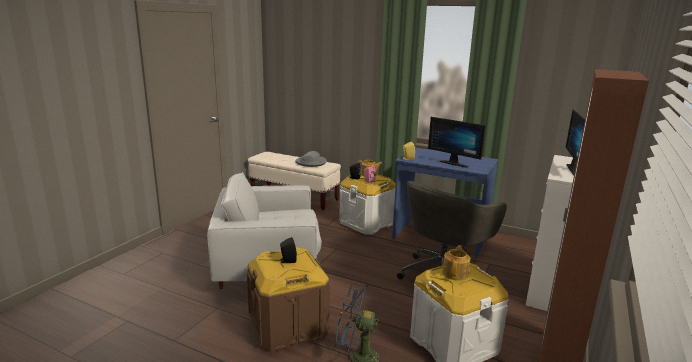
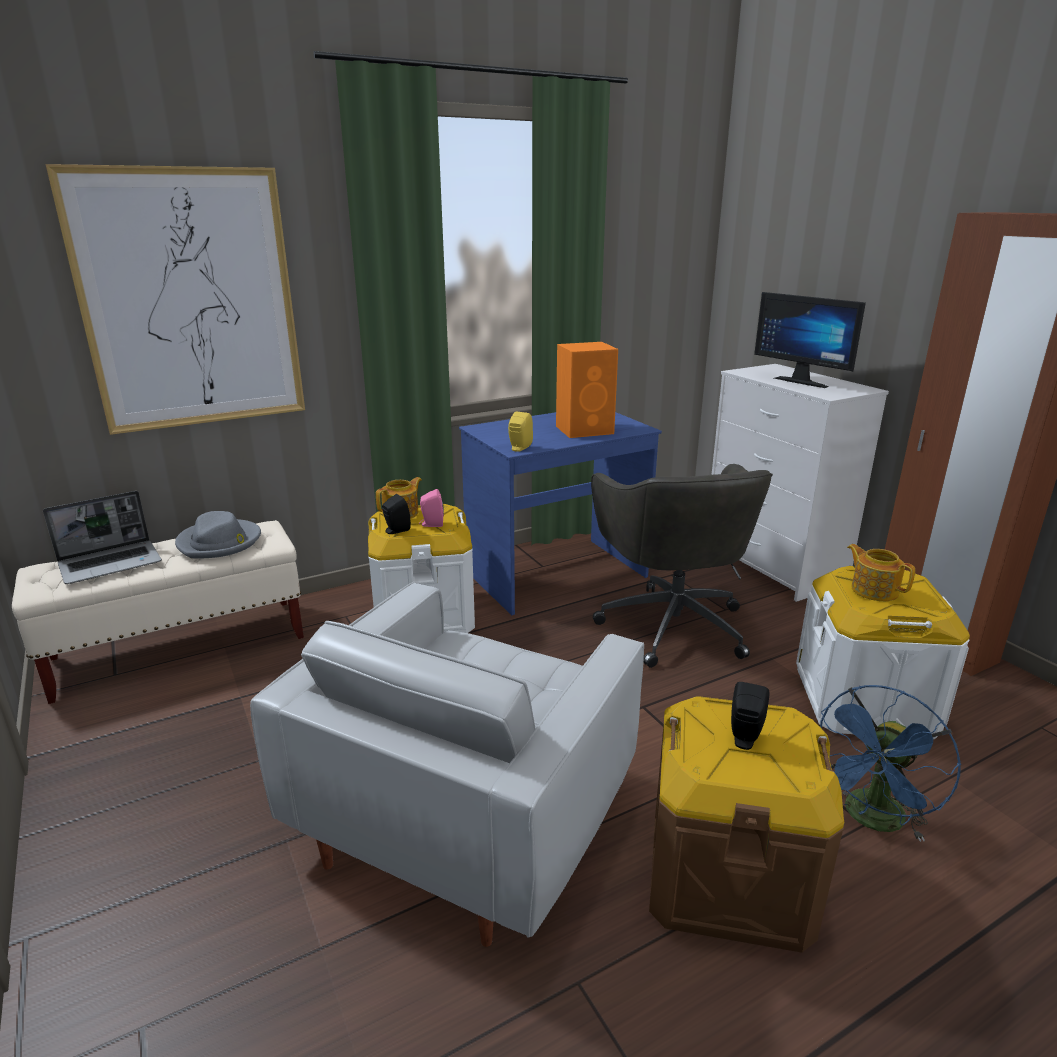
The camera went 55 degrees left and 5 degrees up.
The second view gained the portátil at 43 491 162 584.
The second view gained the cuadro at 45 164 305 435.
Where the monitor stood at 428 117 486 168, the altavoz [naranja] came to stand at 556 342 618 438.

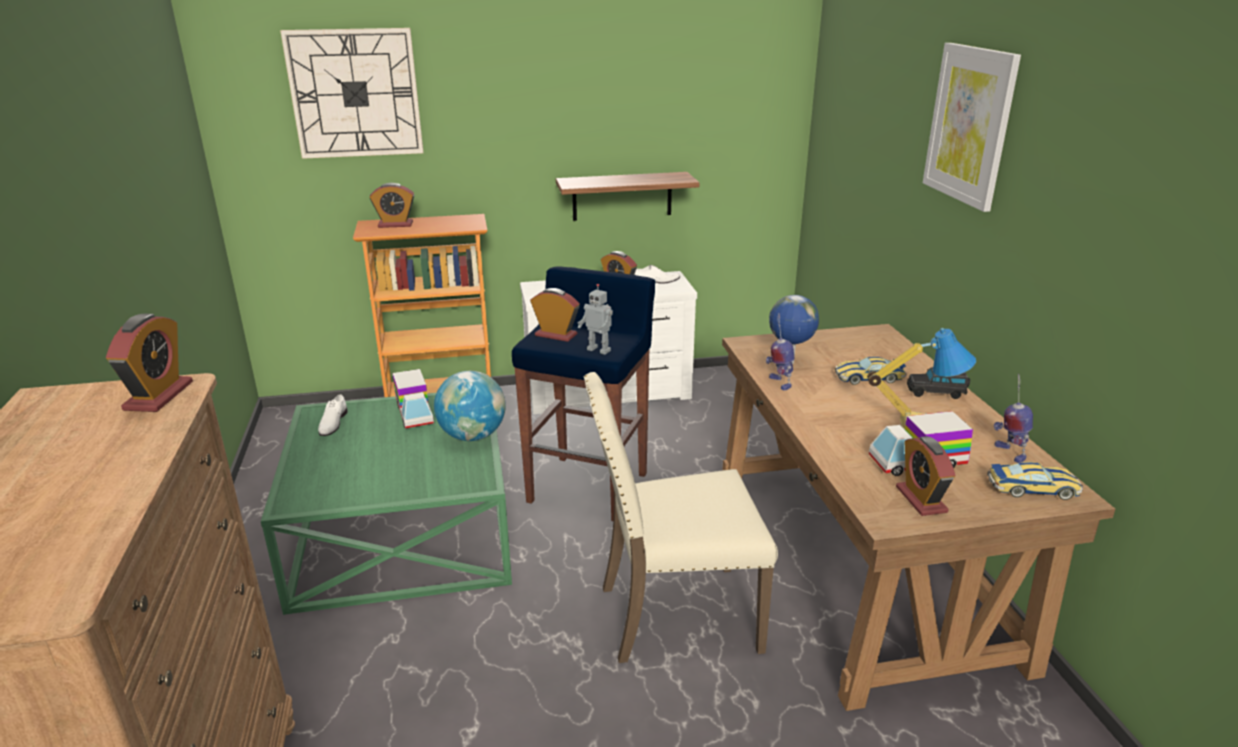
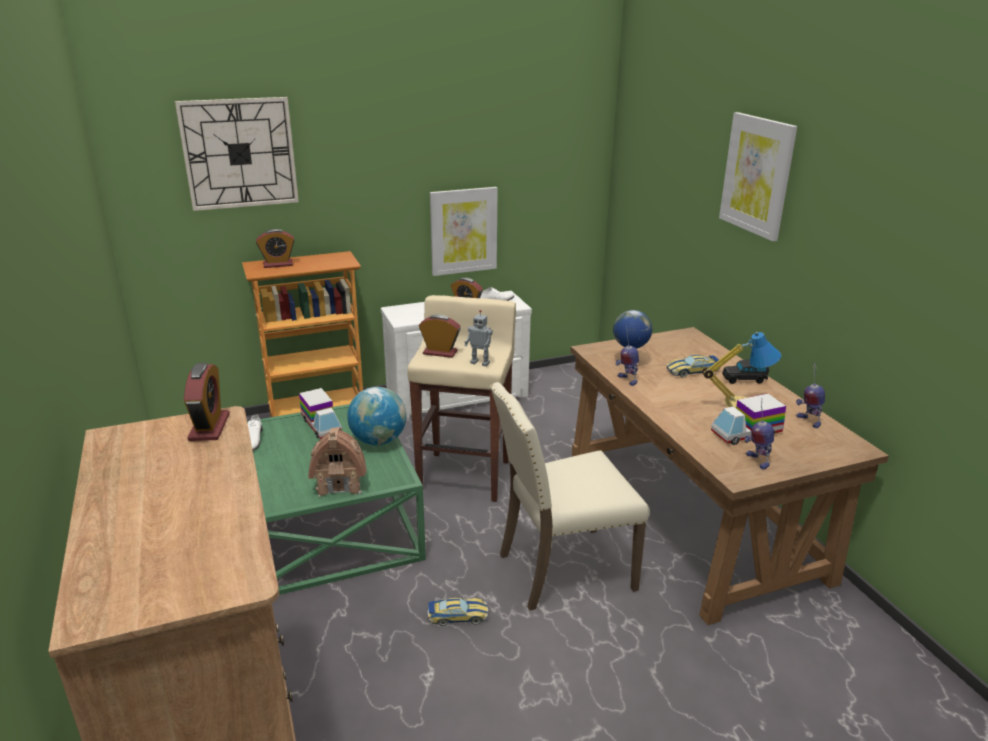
The camera went 10 degrees left and 0 degrees up.
The second view gained the casita at 308 427 367 497.
What was the taburete [azul] at 512 266 655 521 turned into the taburete [beis] at 407 295 516 502.
The coche de juguete ended up elsewhere, having gone from 987 462 1083 500 to 427 596 489 626.
Where the estante hung at 556 172 700 221, the cuadro came to hang at 430 187 498 276.
Where the despertador stood at 896 436 955 516, the robot de juguete came to stand at 745 398 774 470.

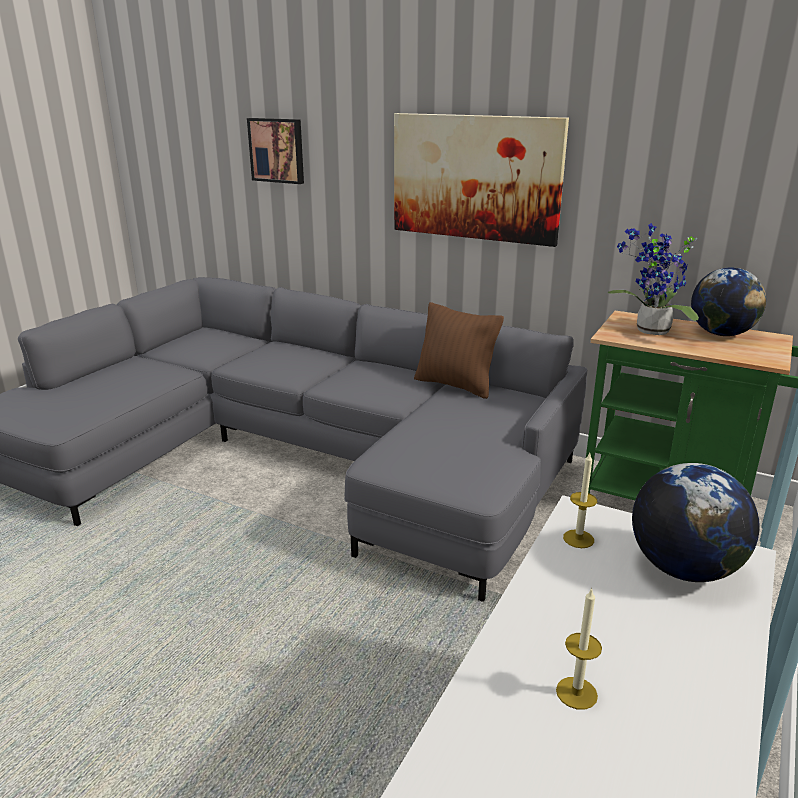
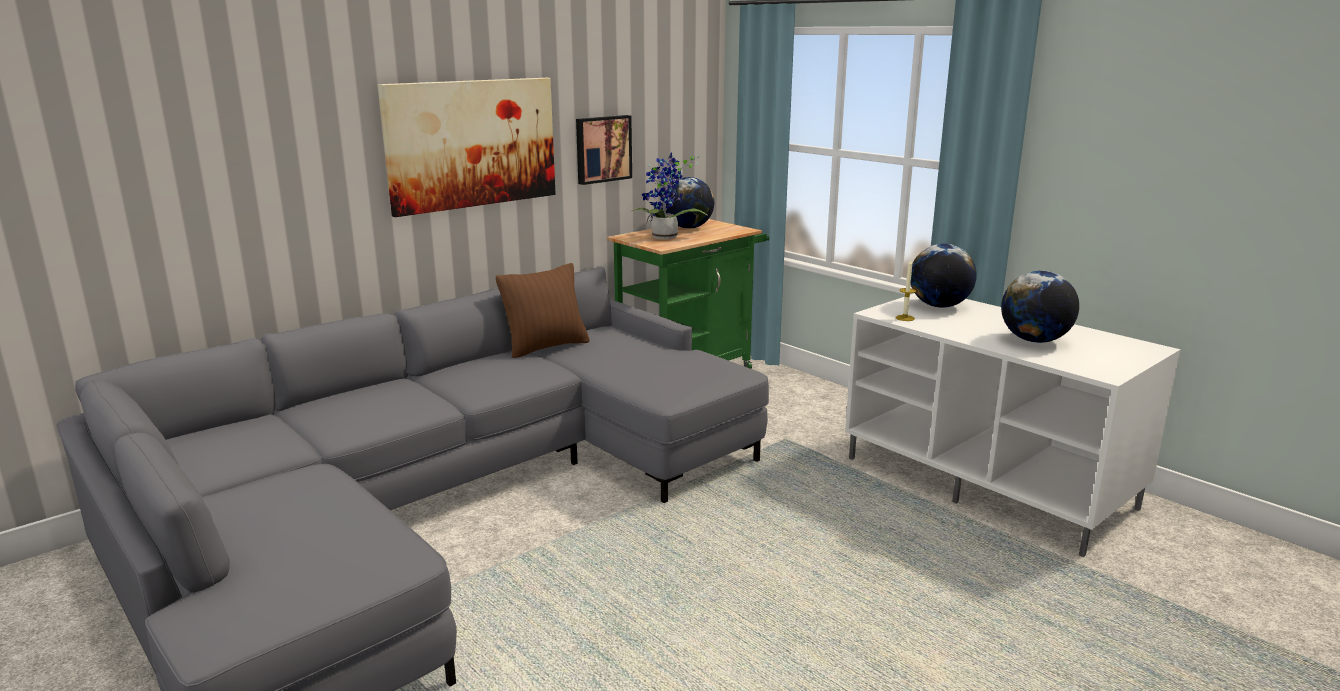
The camera went 70 degrees left and 5 degrees down.
The cuadro ended up elsewhere, having gone from 247 118 304 184 to 576 115 632 185.
Where the vela stood at 556 588 602 710, the globo terráqueo came to stand at 1001 271 1079 343.

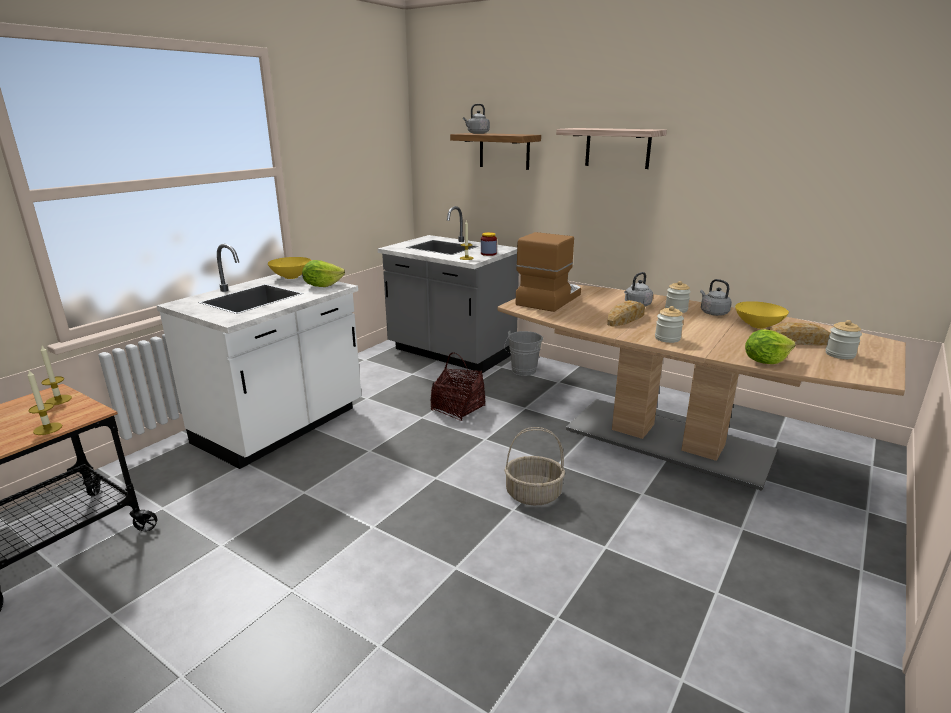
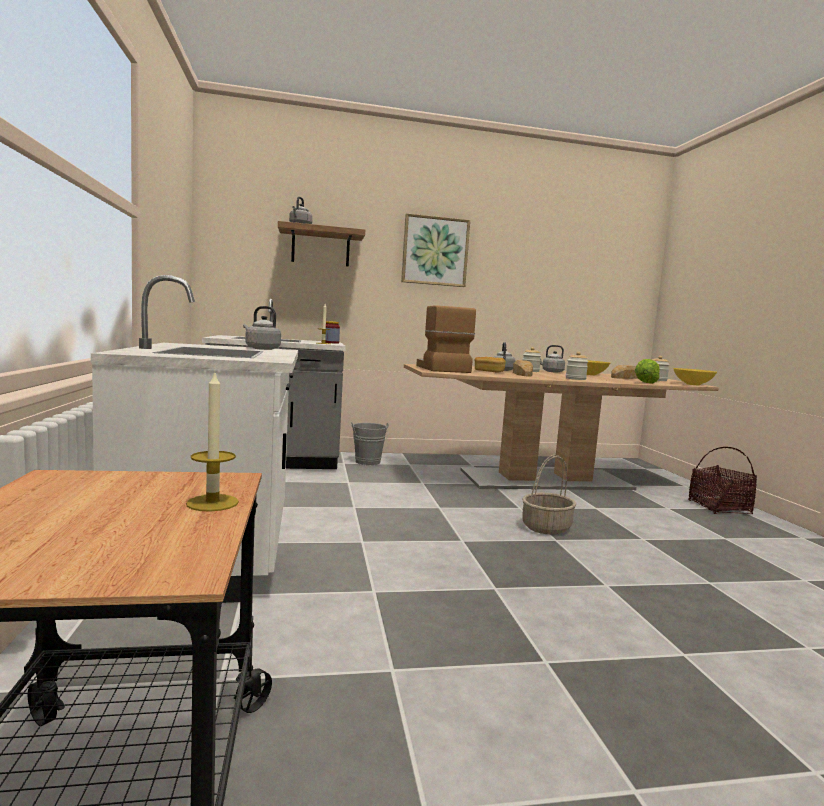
The camera went 45 degrees left and 15 degrees down.
Where the lechuga stood at 302 260 345 287, the hervidor [gris] came to stand at 243 306 281 350.
Where the estante hung at 556 128 667 169, the cuadro came to hang at 401 213 470 287.
The second view gained the pan at 475 357 506 373.
The cuenco [amarillo] ended up elsewhere, having gone from 268 257 312 279 to 673 368 717 385.
The cesta ended up elsewhere, having gone from 431 352 485 421 to 689 447 757 514.
The second view lost the vela at 40 346 72 405.

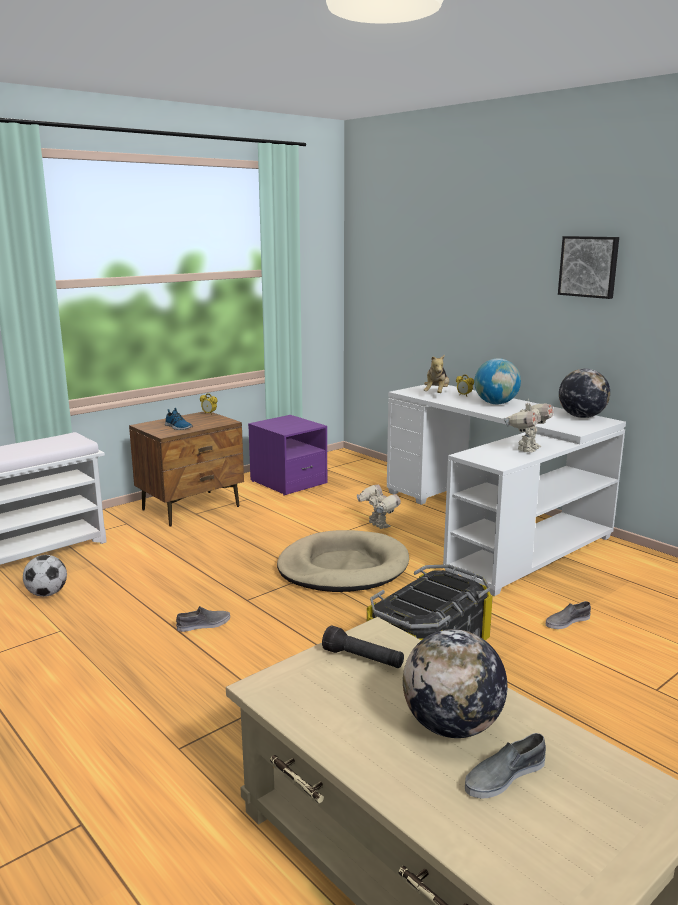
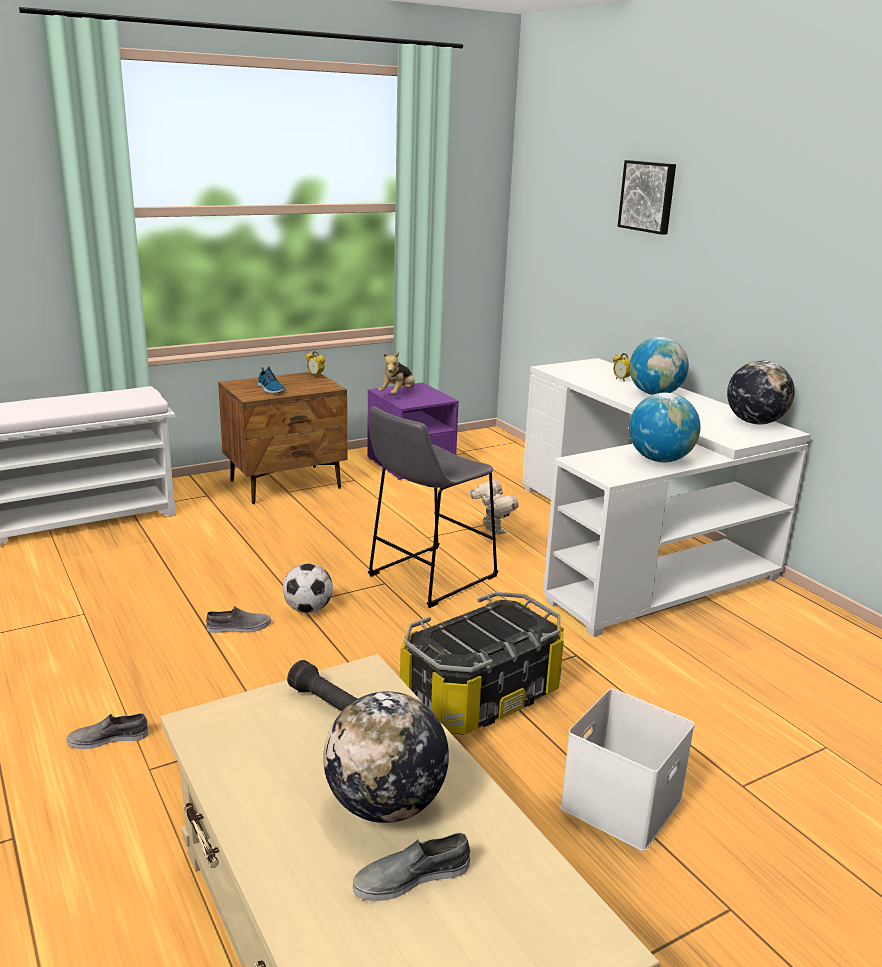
The camera went 10 degrees right and 5 degrees up.
The zapato [gris] ended up elsewhere, having gone from 546 601 591 629 to 66 713 149 749.
The balón de fútbol ended up elsewhere, having gone from 23 555 67 597 to 283 563 333 613.
Where the cama para perro [beis] stood at 277 530 409 592, the taburete [gris] came to stand at 368 406 498 608.
The peluche ended up elsewhere, having gone from 424 355 449 393 to 378 352 415 395.
The second view gained the caja de almacenaje [blanco] at 560 689 695 851.
The cuadro ended up elsewhere, having gone from 558 236 619 299 to 618 160 676 235.
Where the robot de juguete stood at 504 399 554 453, the globo terráqueo came to stand at 629 392 700 462.

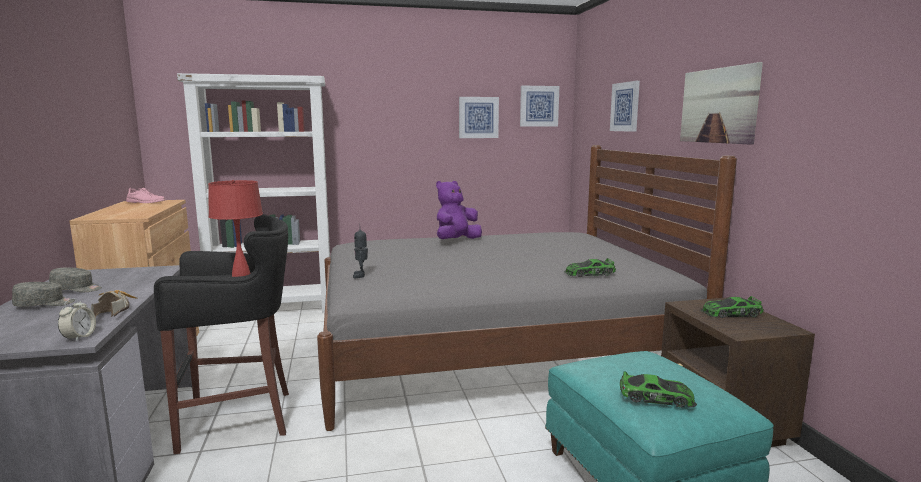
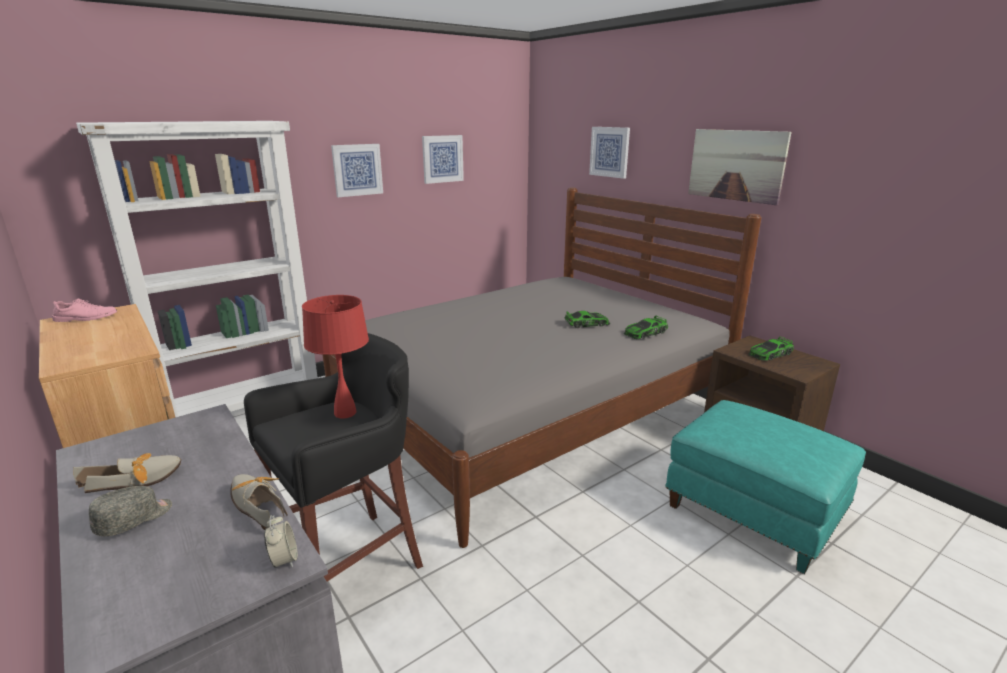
The camera went 25 degrees left and 10 degrees up.
Where the gorra [gris] stood at 49 267 102 292, the zapato came to stand at 73 453 181 493.
The cuadro ended up elsewhere, having gone from 520 86 559 126 to 331 144 383 197.
The coche de juguete ended up elsewhere, having gone from 620 371 697 408 to 564 311 610 328.
The second view lost the robot de juguete at 353 229 368 279.
The second view lost the peluche [morado] at 436 181 482 239.

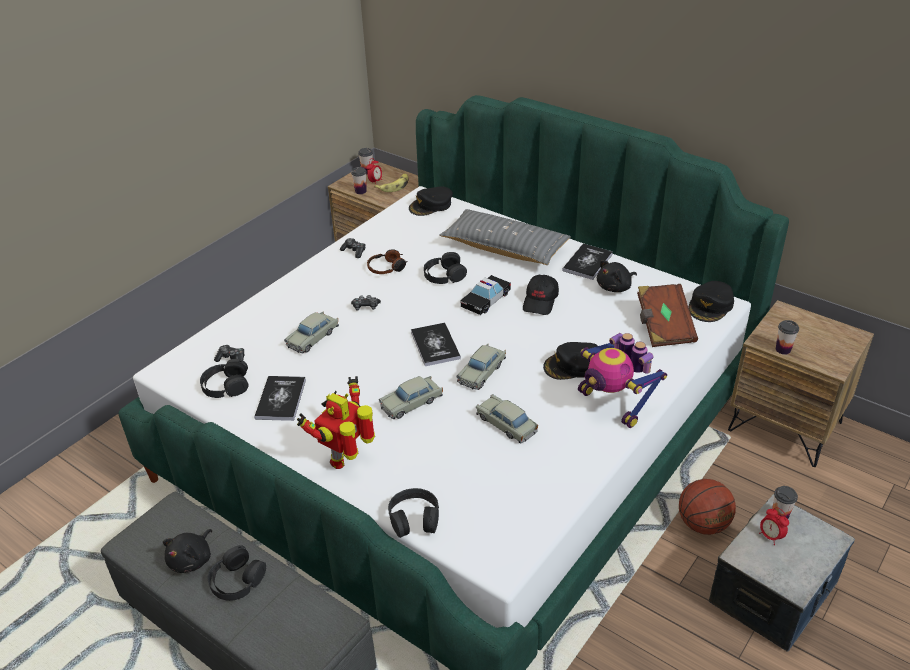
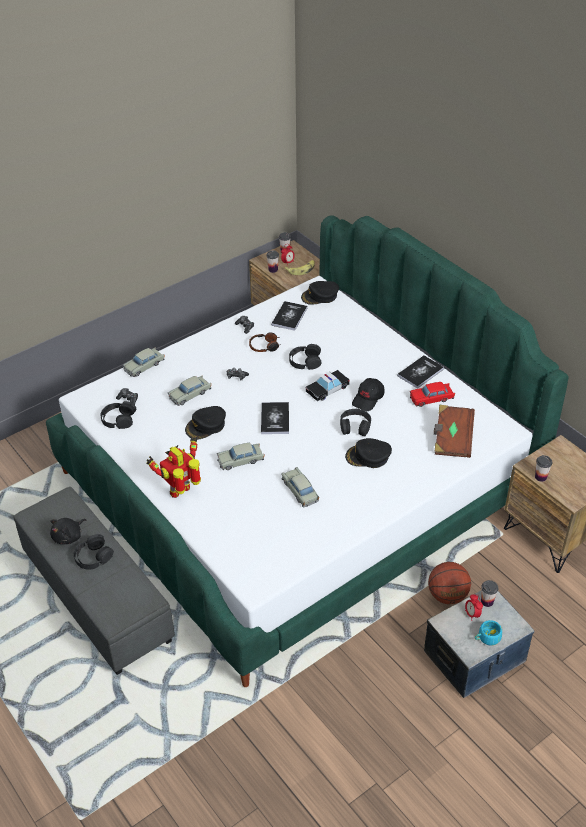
The camera went 15 degrees right and 5 degrees up.
The coche de juguete [beis] ended up elsewhere, having gone from 456 344 506 390 to 122 347 165 377.
The gorra [negro] ended up elsewhere, having gone from 688 281 734 322 to 185 406 226 439.
The libro ended up elsewhere, having gone from 254 376 306 421 to 271 301 307 331.
The auriculares [negro] ended up elsewhere, having gone from 388 488 439 538 to 340 409 371 436.
Where the peluche [negro] stood at 597 260 637 292, the coche de juguete [rojo] came to stand at 410 382 455 407.
The second view gained the taza [turquesa] at 475 620 502 646.
The second view lost the cojín [gris] at 439 209 571 265.
The second view lost the robot de juguete at 578 333 667 428.

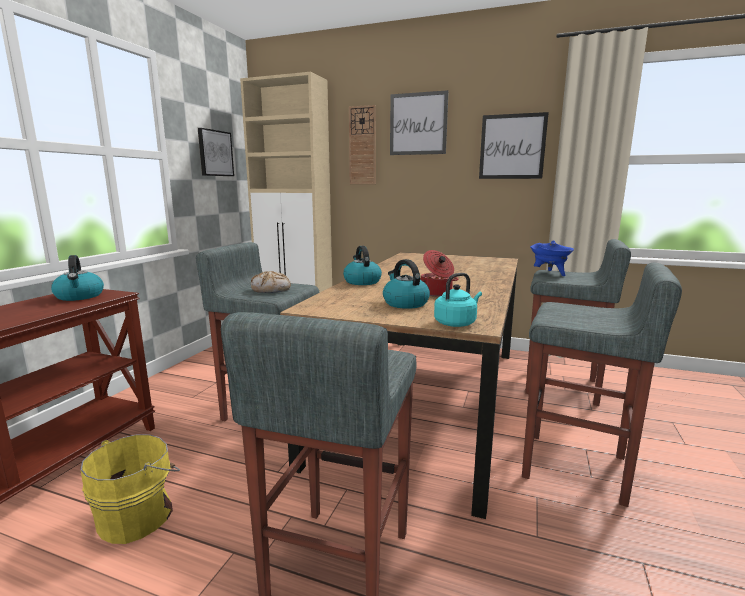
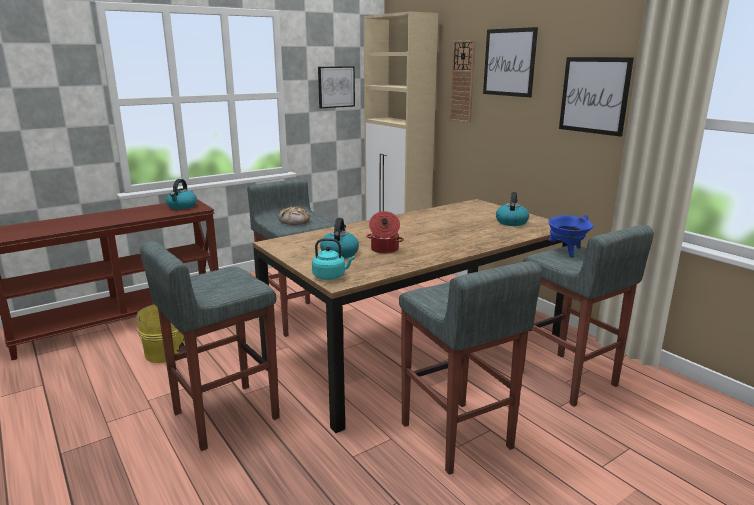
The camera went 35 degrees right and 5 degrees up.
The hervidor ended up elsewhere, having gone from 343 246 382 285 to 496 192 529 226.

